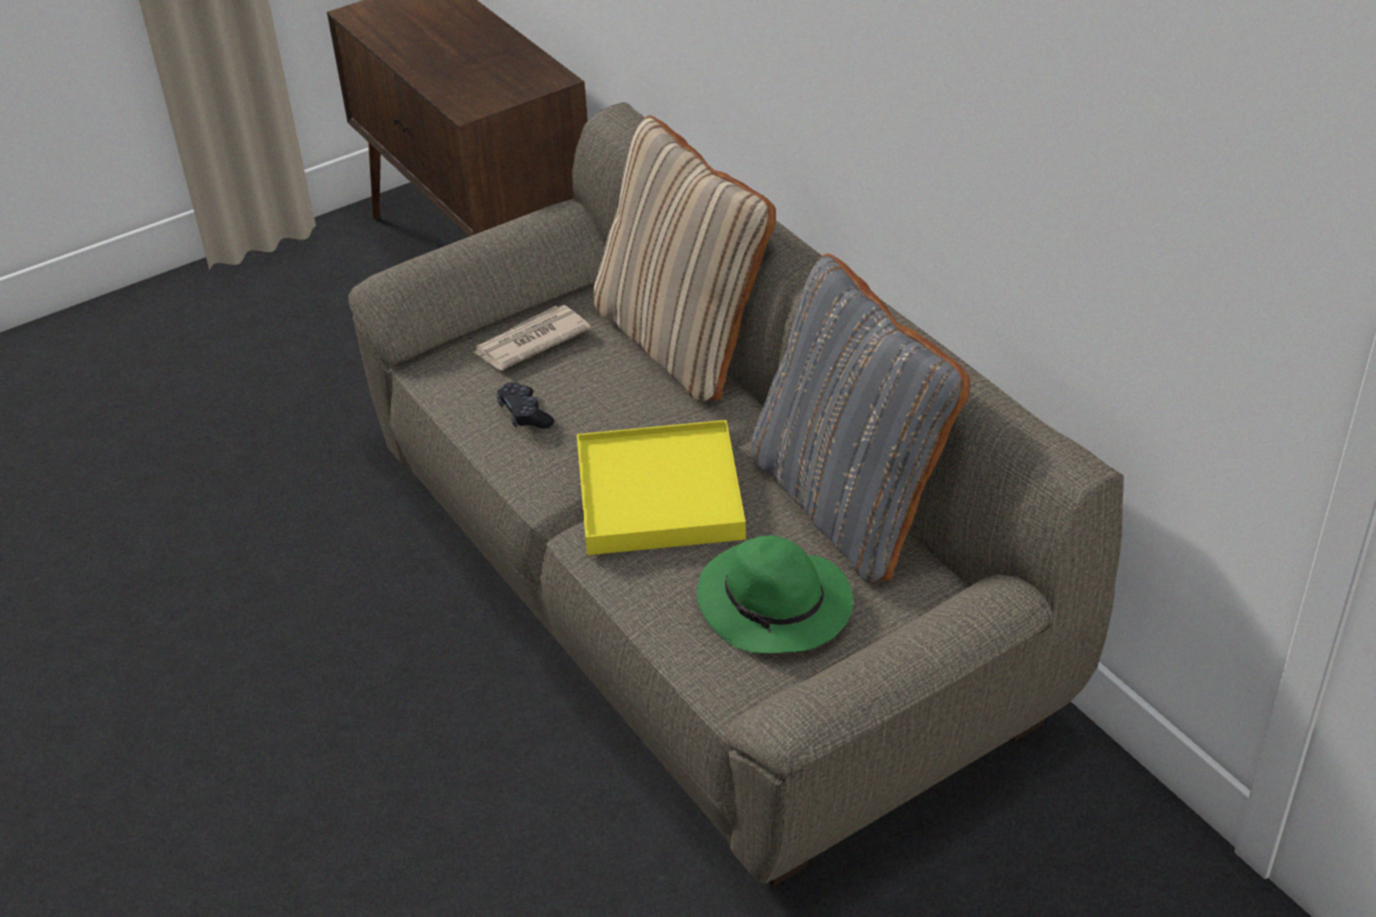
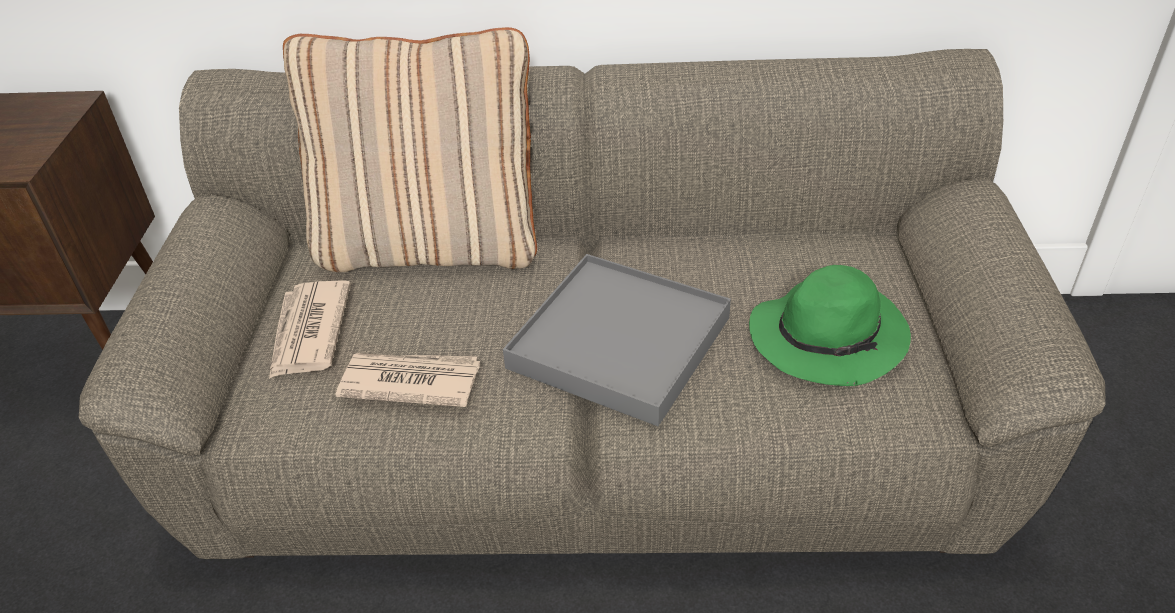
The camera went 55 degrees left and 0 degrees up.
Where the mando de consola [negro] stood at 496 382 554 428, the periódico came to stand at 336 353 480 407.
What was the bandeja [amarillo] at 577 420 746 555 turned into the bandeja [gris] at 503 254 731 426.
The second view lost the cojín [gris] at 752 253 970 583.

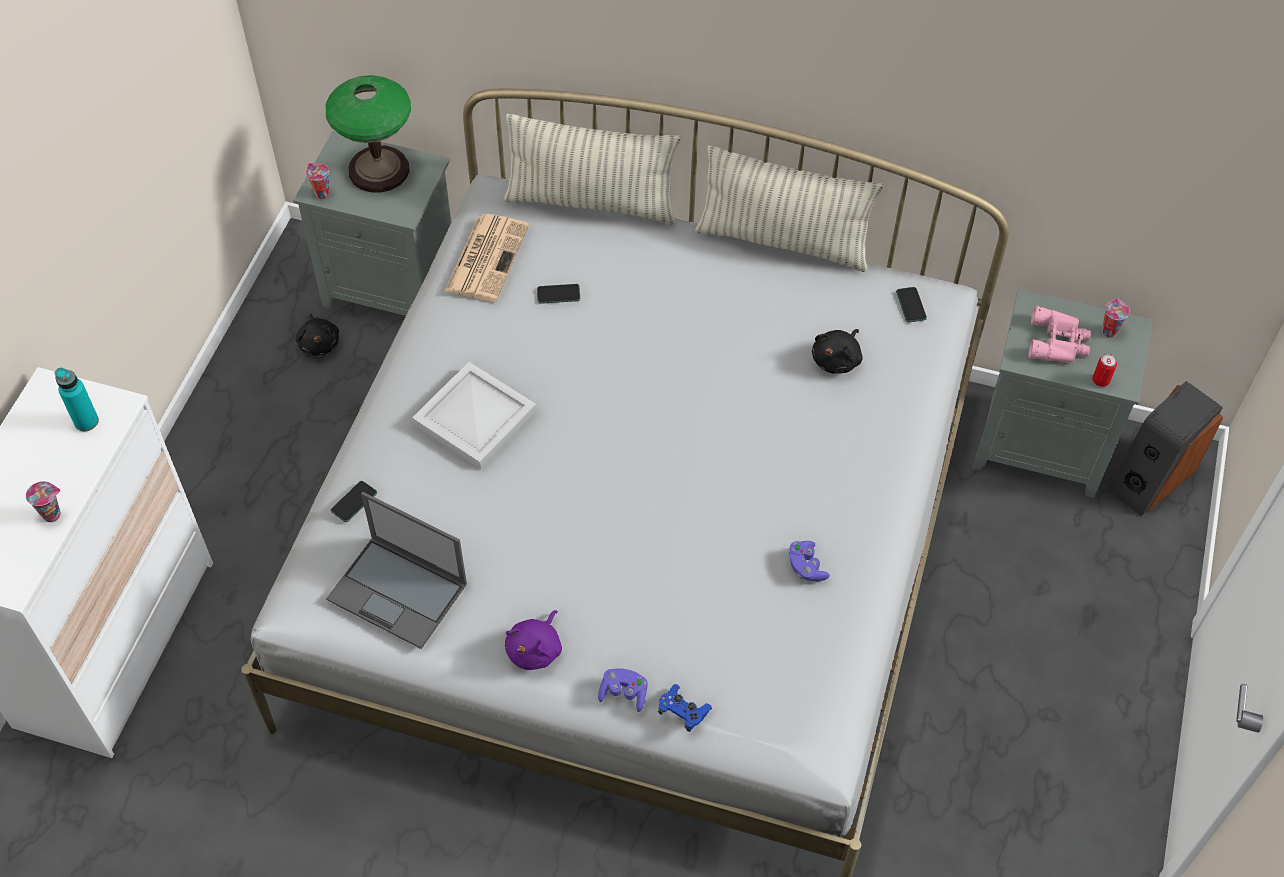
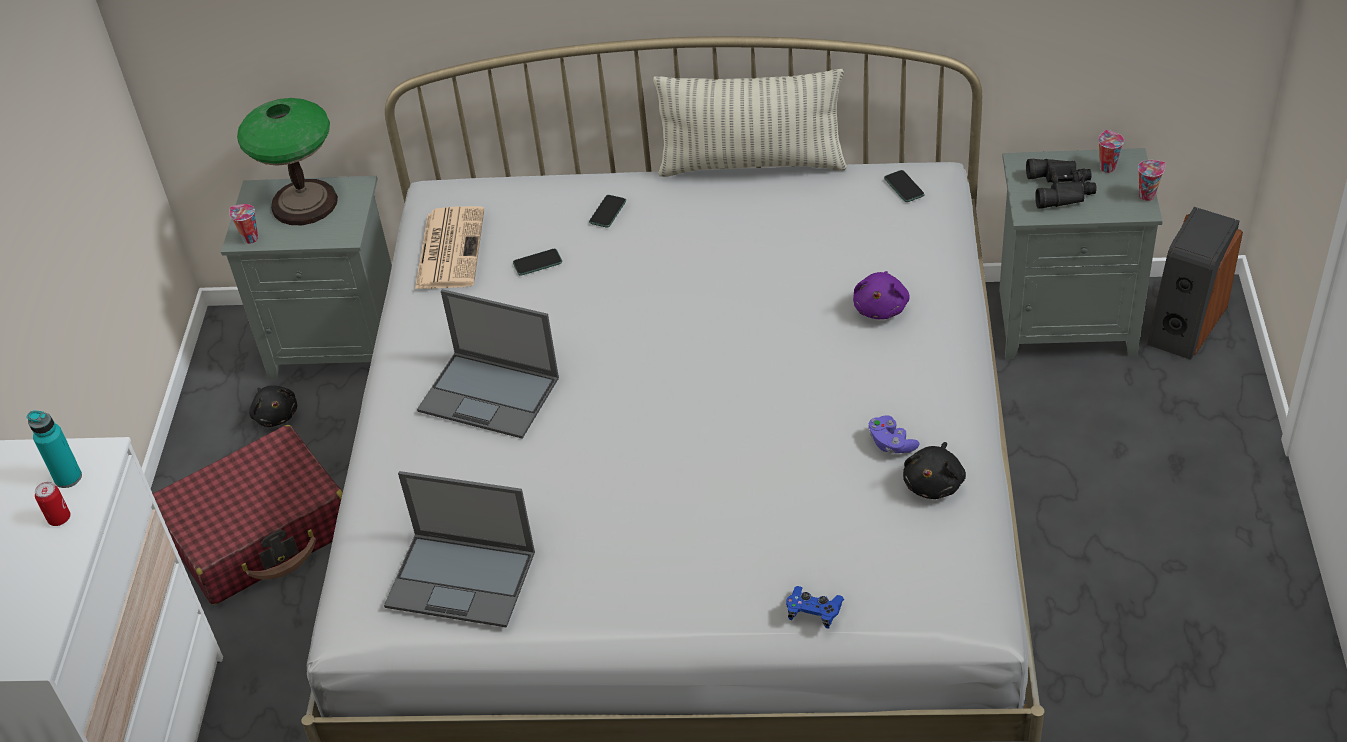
The camera went 10 degrees left and 10 degrees down.
The lata ended up elsewhere, having gone from 1092 354 1117 387 to 35 482 71 526.
The second view gained the maleta [rojo] at 153 425 343 605.
Where the bandeja [blanco] stood at 412 362 537 469, the portátil came to stand at 417 289 559 439.
The móvil ended up elsewhere, having gone from 331 481 377 522 to 589 195 626 228.
The peluche [morado] ended up elsewhere, having gone from 505 610 562 670 to 853 271 910 319.
The peluche [negro] ended up elsewhere, having gone from 812 329 863 373 to 903 442 966 499.
What was the prismáticos [rosa] at 1028 306 1091 362 turned into the prismáticos [negro] at 1026 159 1097 209.
The taza ended up elsewhere, having gone from 26 481 61 522 to 1138 160 1166 201.
The second view lost the cojín at 504 113 681 225.
The second view lost the mando de consola [morado] at 598 668 648 712.

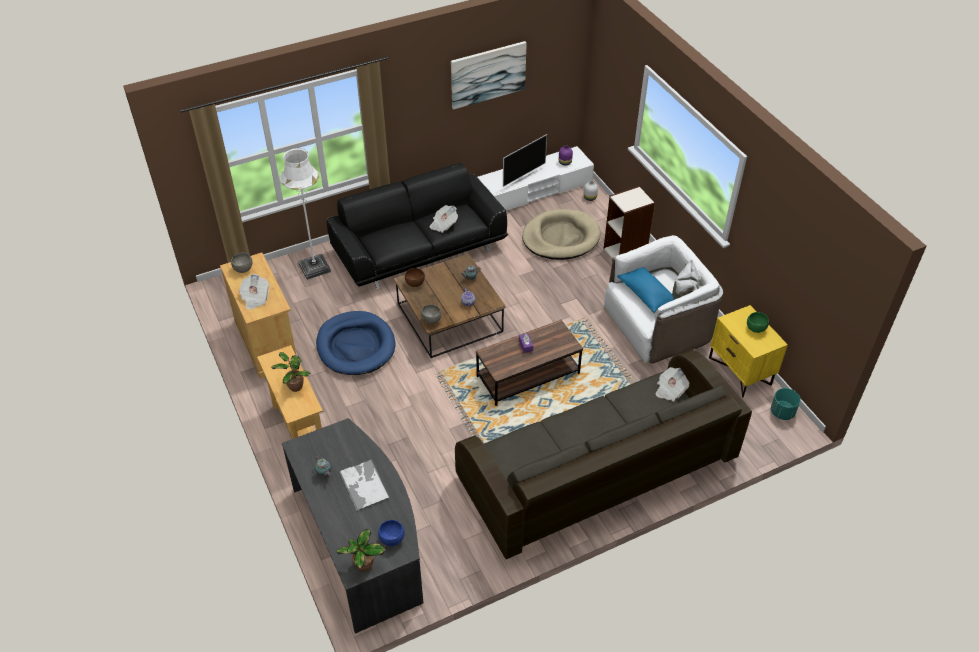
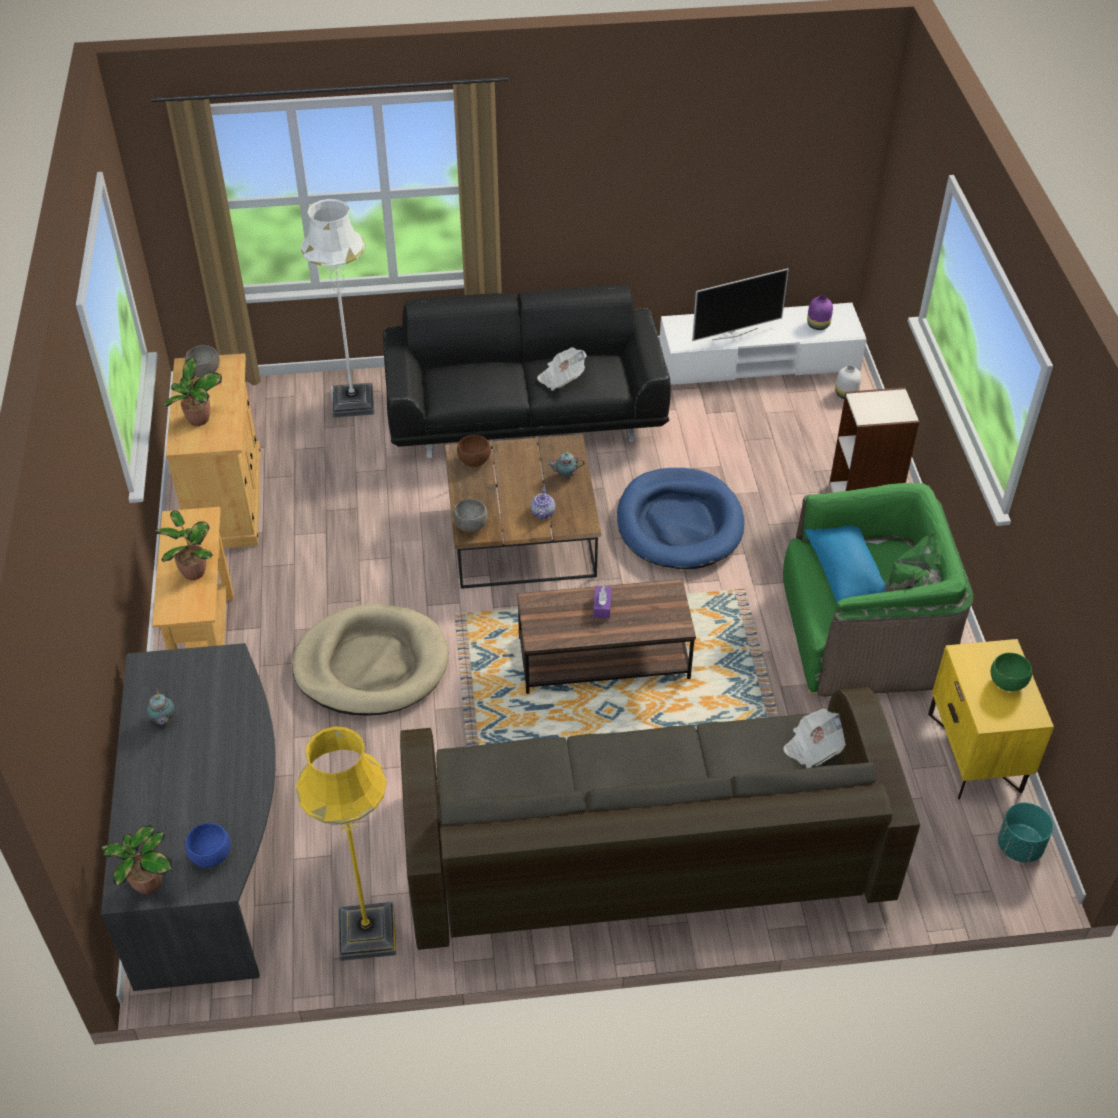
The camera went 20 degrees right and 0 degrees up.
Where the periódico stood at 239 274 270 310, the planta en maceta came to stand at 163 358 222 426.
The cama para perro [beis] ended up elsewhere, having gone from 522 209 600 260 to 292 604 448 716.
The second view gained the lámpara de pie [amarillo] at 296 726 396 961.
The cama para perro [azul] ended up elsewhere, having gone from 316 311 395 375 to 617 468 744 569.
What was the sillón [blanco] at 604 235 723 364 turned into the sillón [verde] at 783 483 974 697.
The second view lost the bandeja at 339 459 390 511.
The second view lost the cuadro at 451 41 527 110.

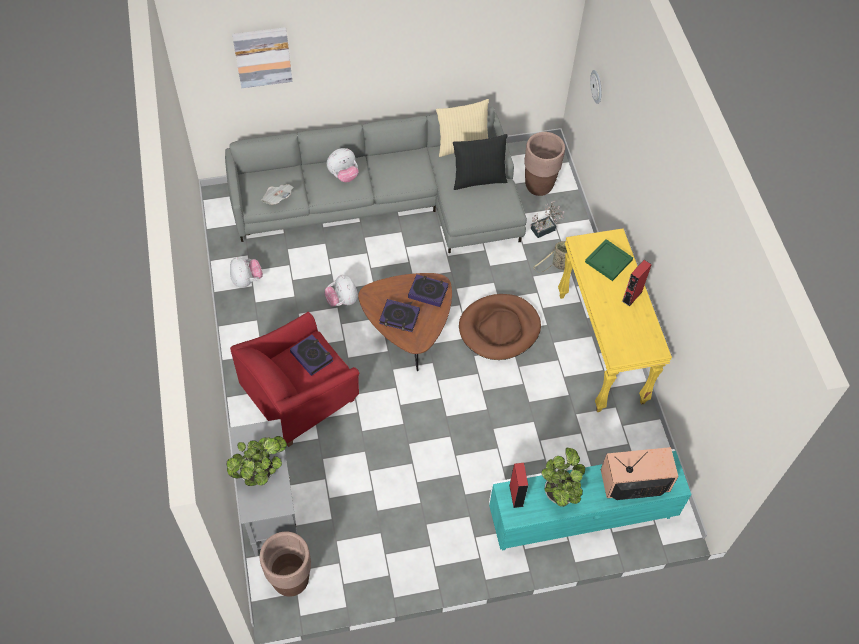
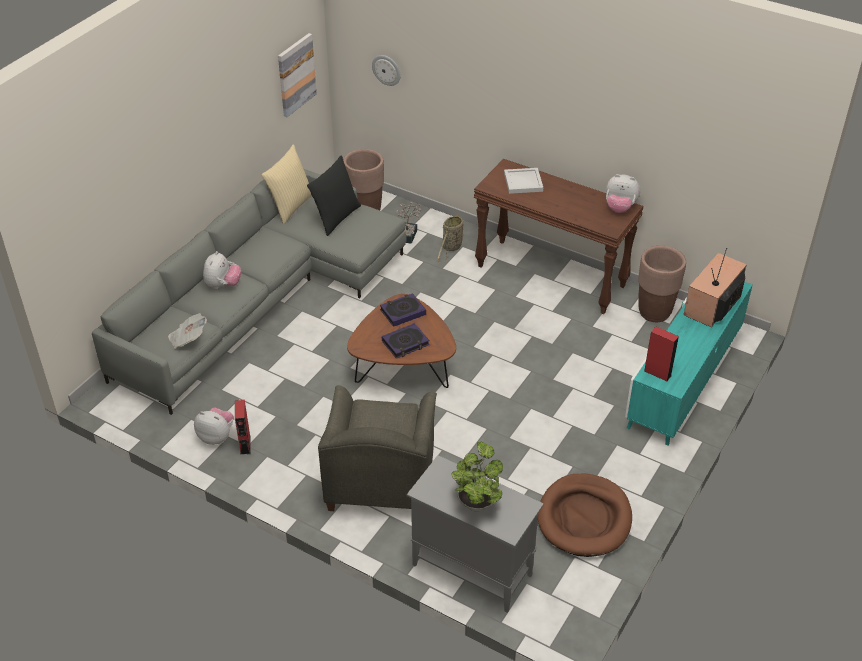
The camera went 45 degrees left and 15 degrees down.
The altavoz [rojo] ended up elsewhere, having gone from 622 260 652 306 to 235 400 251 455.
The cuadro ended up elsewhere, having gone from 232 27 292 88 to 278 33 317 117.
What was the sillón [rojo] at 230 312 359 447 turned into the sillón [gris] at 318 385 437 511.
What was the mesa consola [amarillo] at 558 228 672 412 turned into the mesa consola [marrón] at 474 159 644 314.
What was the bandeja [verde] at 585 239 633 281 turned into the bandeja [blanco] at 504 168 543 194.
The cama para perro [marrón] ended up elsewhere, having gone from 459 294 541 360 to 538 474 632 557.
The peluche ended up elsewhere, having gone from 325 275 358 307 to 606 174 640 213.
The maceta [marrón] ended up elsewhere, having gone from 260 531 311 597 to 638 245 686 322.
The second view lost the libro at 290 334 333 376.
The second view lost the planta en maceta at 541 447 585 507.

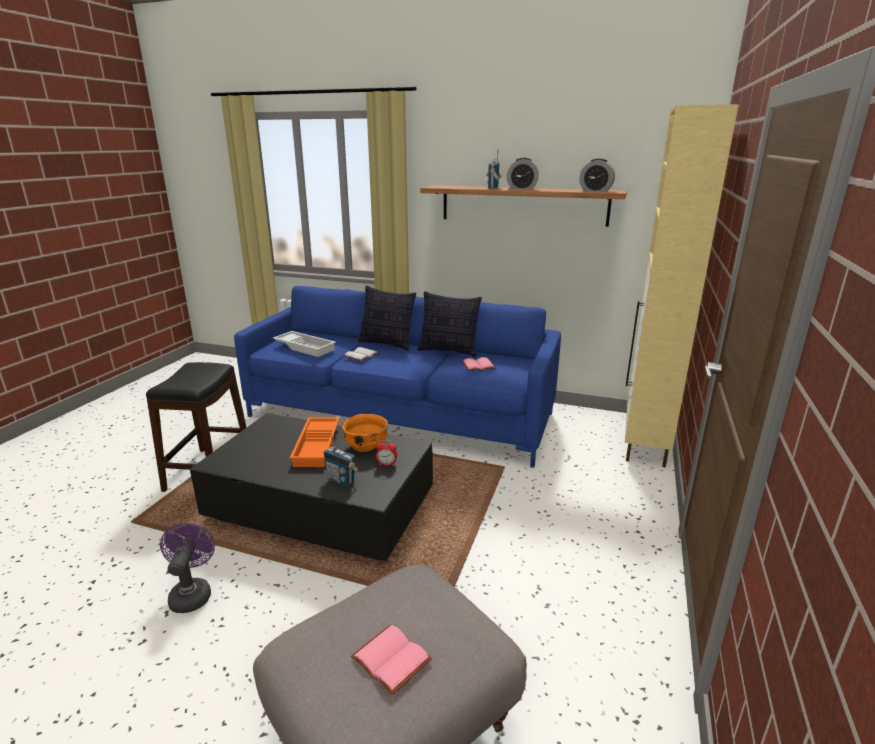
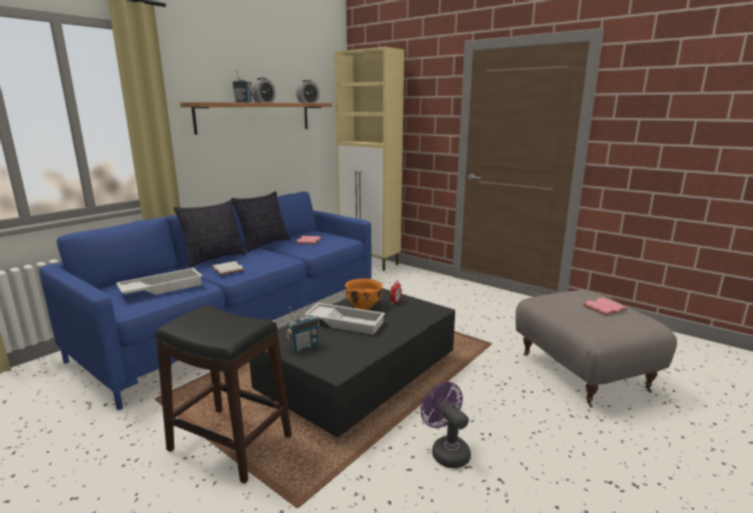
The camera went 70 degrees left and 5 degrees down.
The radio ended up elsewhere, having gone from 324 432 358 487 to 286 307 320 352.
What was the bandeja [naranja] at 290 418 340 467 turned into the bandeja [blanco] at 304 303 385 335.
The ventilador [morado] at 160 523 215 613 ended up facing another way, 45 degrees clockwise from before.

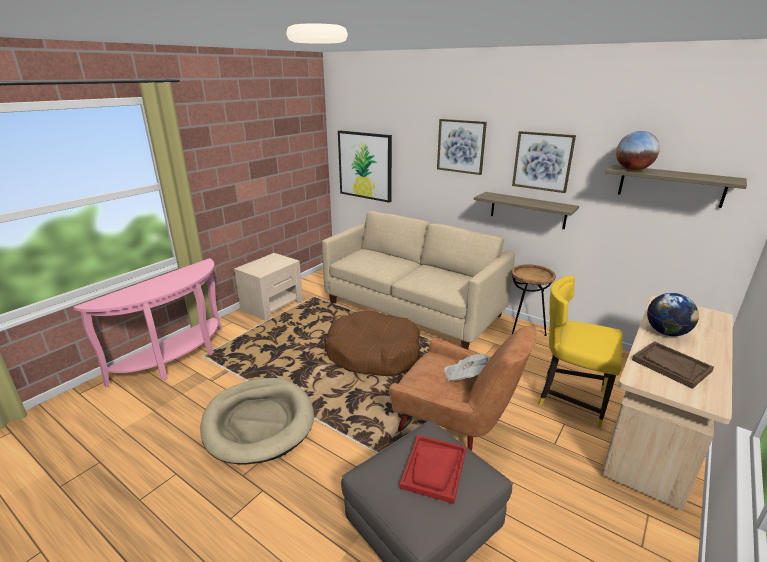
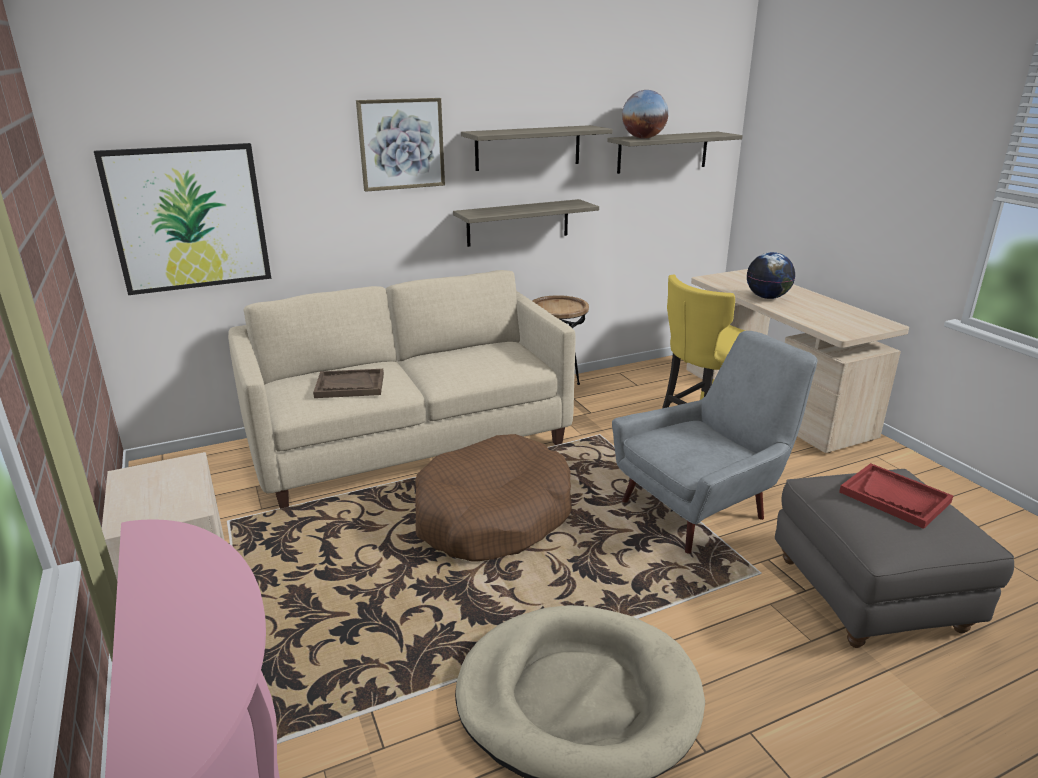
The camera went 60 degrees left and 0 degrees up.
The bandeja [marrón] ended up elsewhere, having gone from 632 341 714 389 to 313 369 384 398.
Where the cuadro hung at 512 131 576 193, the estante came to hang at 461 125 613 171.
What was the sillón [marrón] at 389 326 537 451 turned into the sillón [gris] at 612 331 818 554.
The second view lost the periódico at 444 353 490 382.

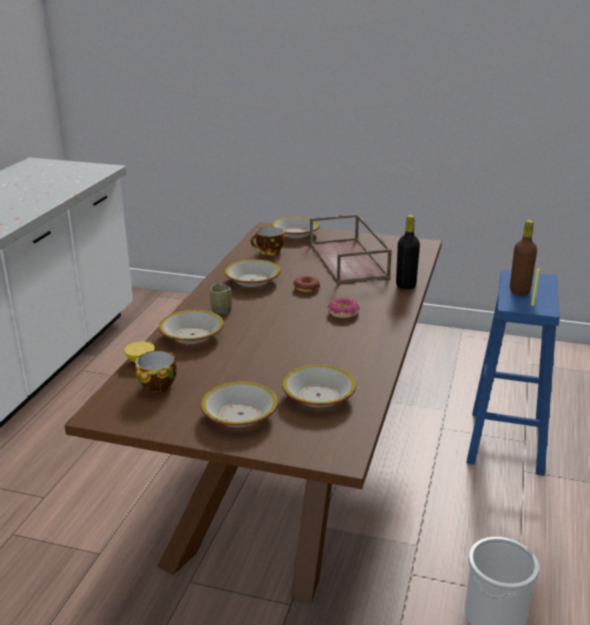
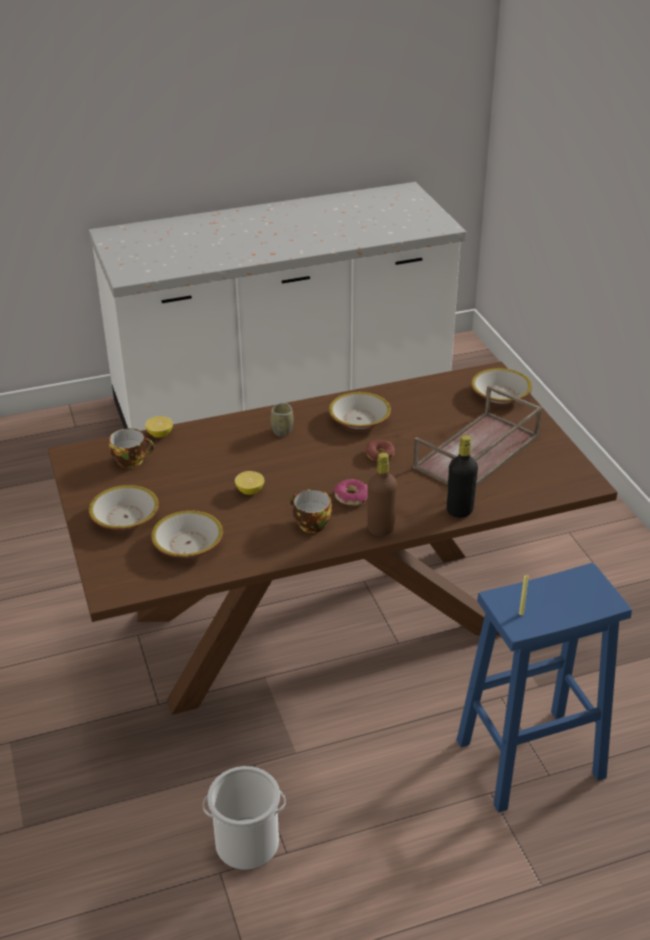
The camera went 55 degrees right and 10 degrees up.
The second view gained the limón at 235 471 265 495.
The taza ended up elsewhere, having gone from 250 227 285 256 to 290 489 332 533.
The botella [marrón] ended up elsewhere, having gone from 510 220 537 295 to 367 453 397 536.
The second view lost the cuenco at 159 310 224 344.

